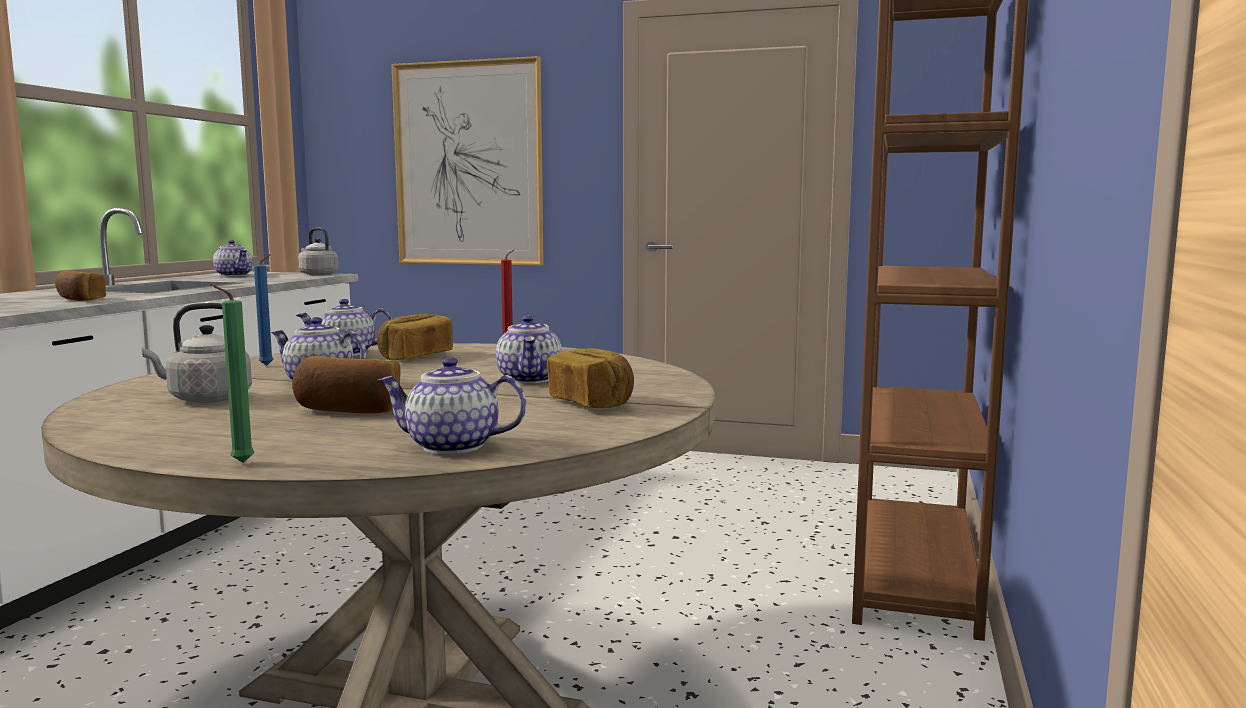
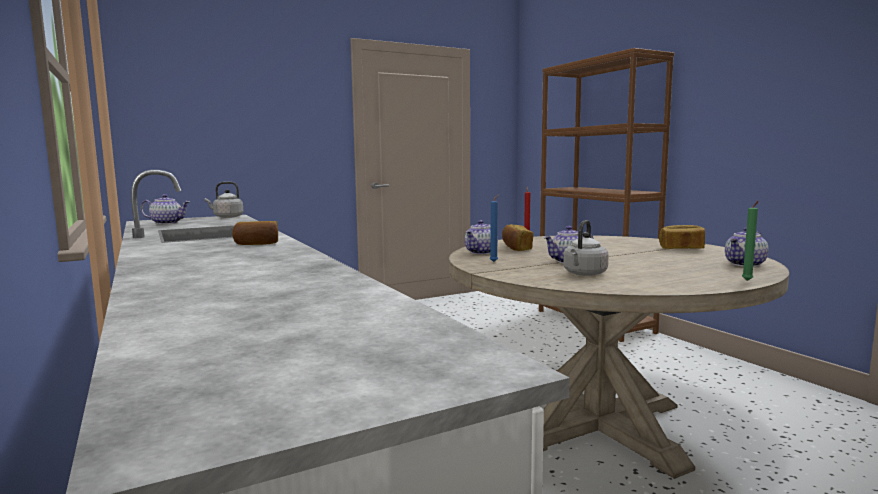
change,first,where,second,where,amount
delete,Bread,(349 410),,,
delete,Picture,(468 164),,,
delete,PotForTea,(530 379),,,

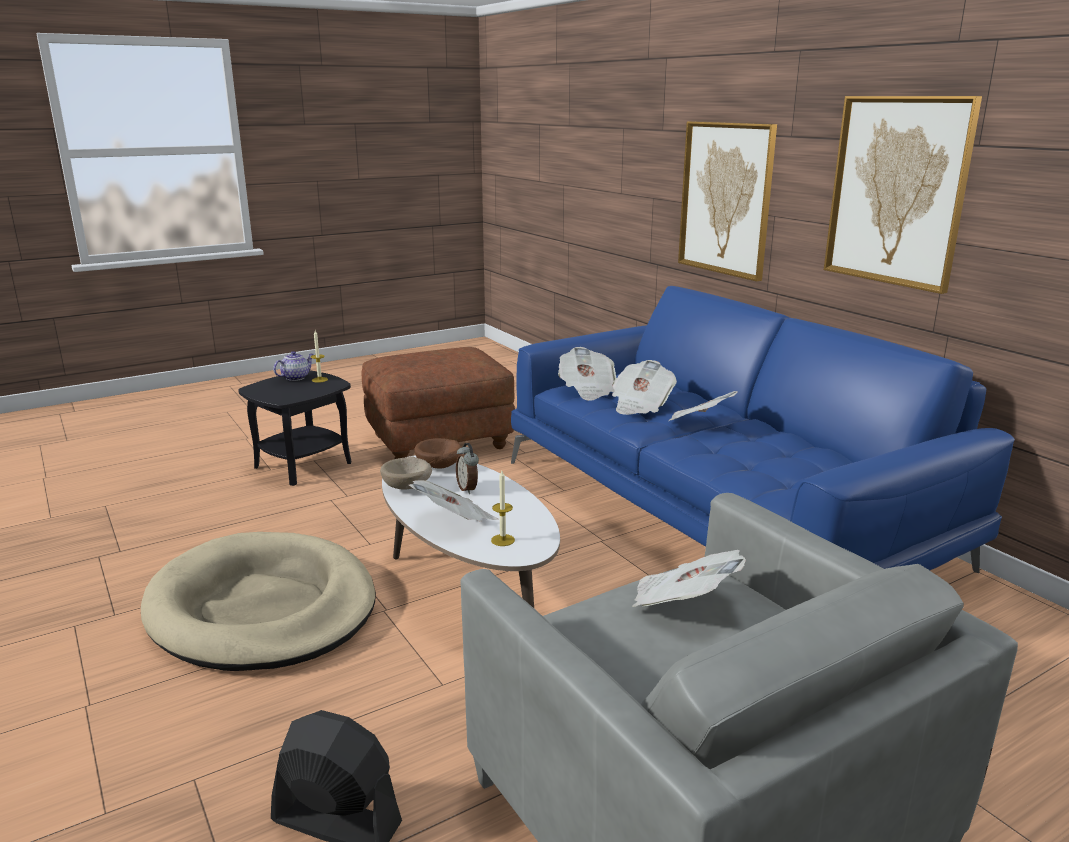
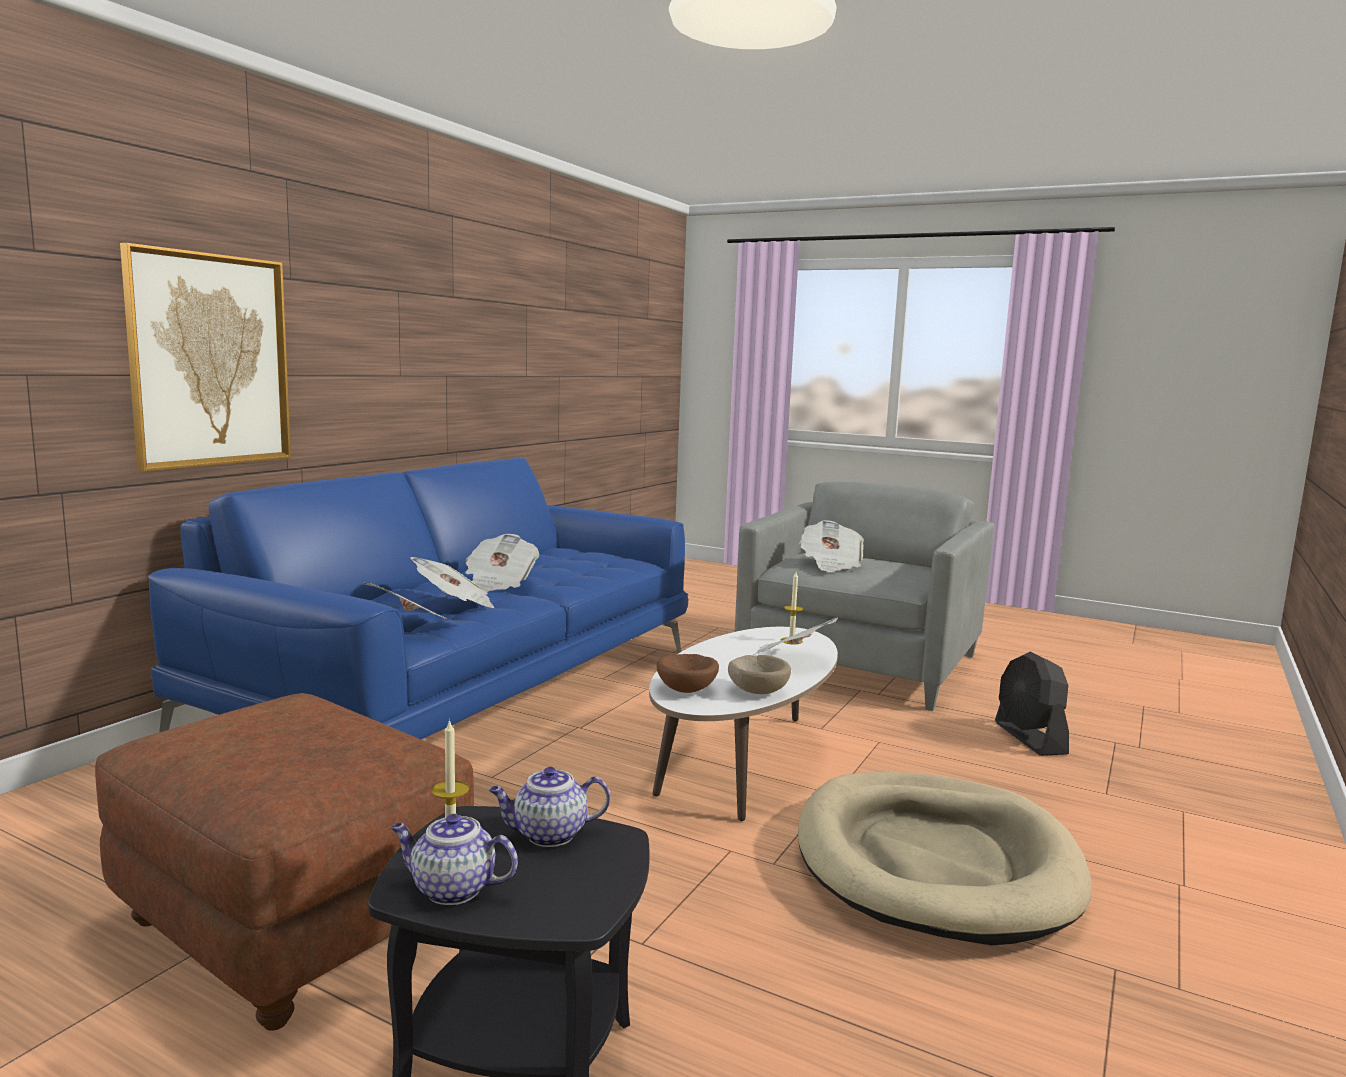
change,first,where,second,where,amount
insert,,,PotForTea,(548 835),
delete,AlarmClock,(468 489),,,
delete,Picture,(897 191),,,

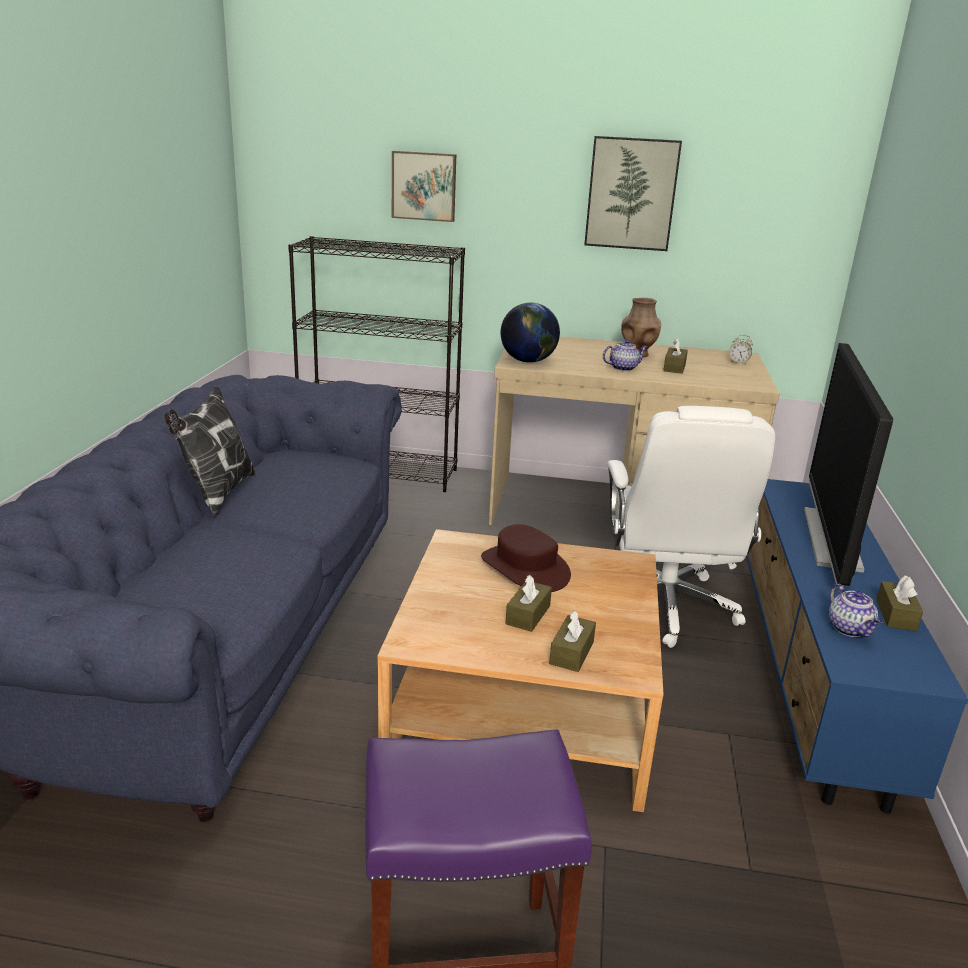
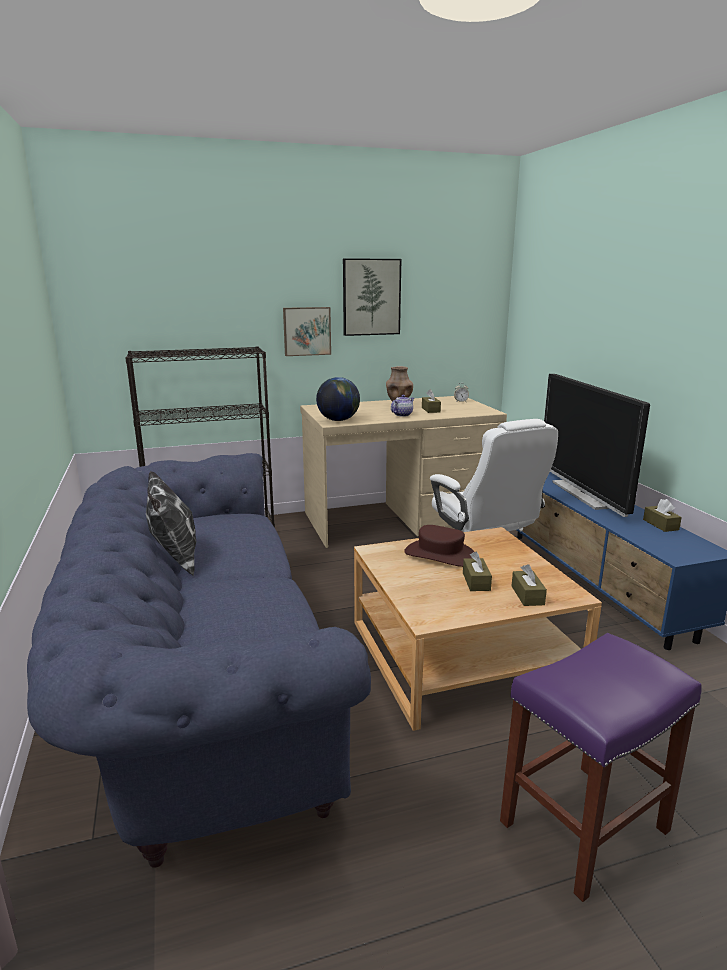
change,first,where,second,where,amount
move,Picture,(424 186),,(306 331),
delete,PotForTea,(850 629),,,

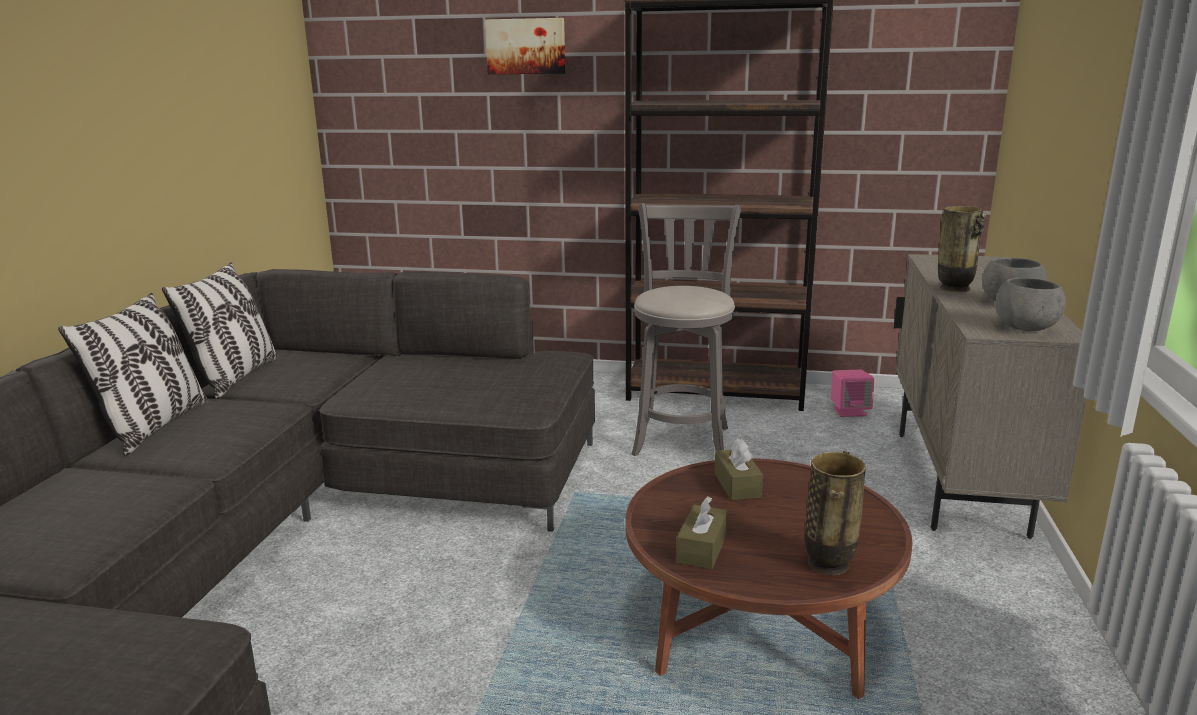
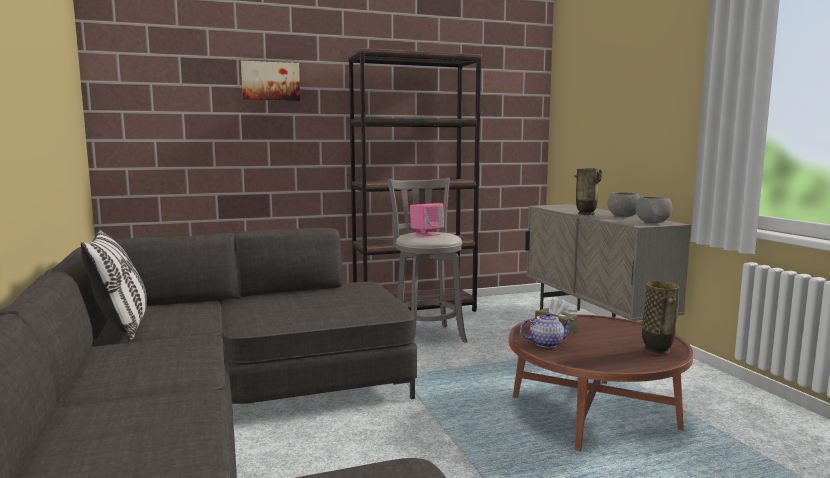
change,first,where,second,where,amount
move,PinkAudioSpeaker,(849 411),,(426 234),
insert,,,PotForTea,(546 343),
delete,ThrowPillow,(154 427),,,
delete,BrownColouredTissueHolder,(702 548),,,

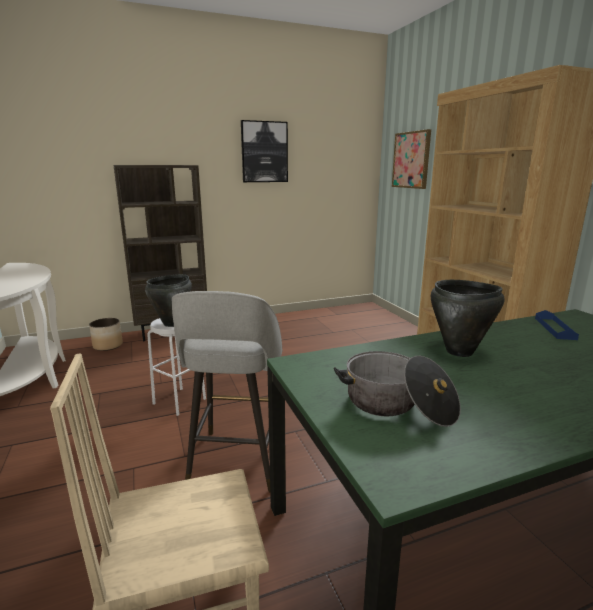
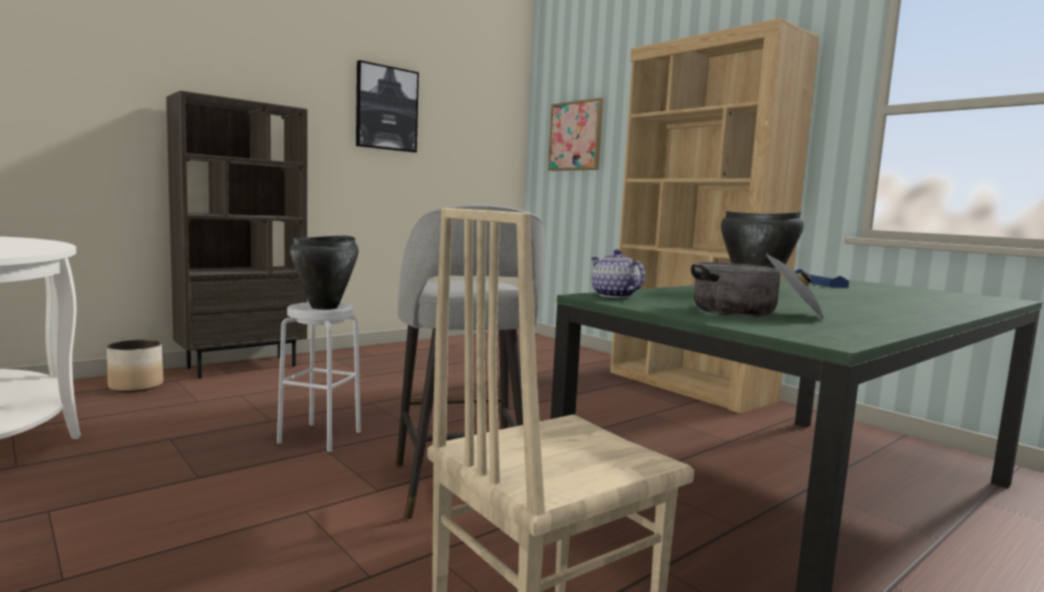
change,first,where,second,where,amount
insert,,,PotForTea,(612 296),

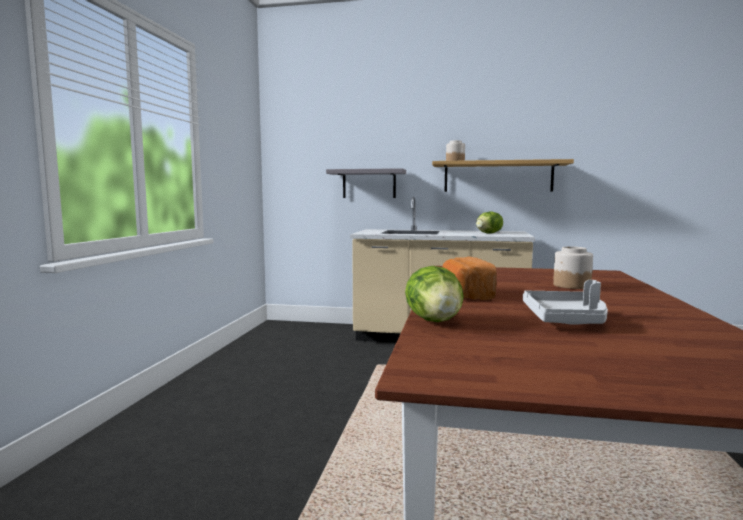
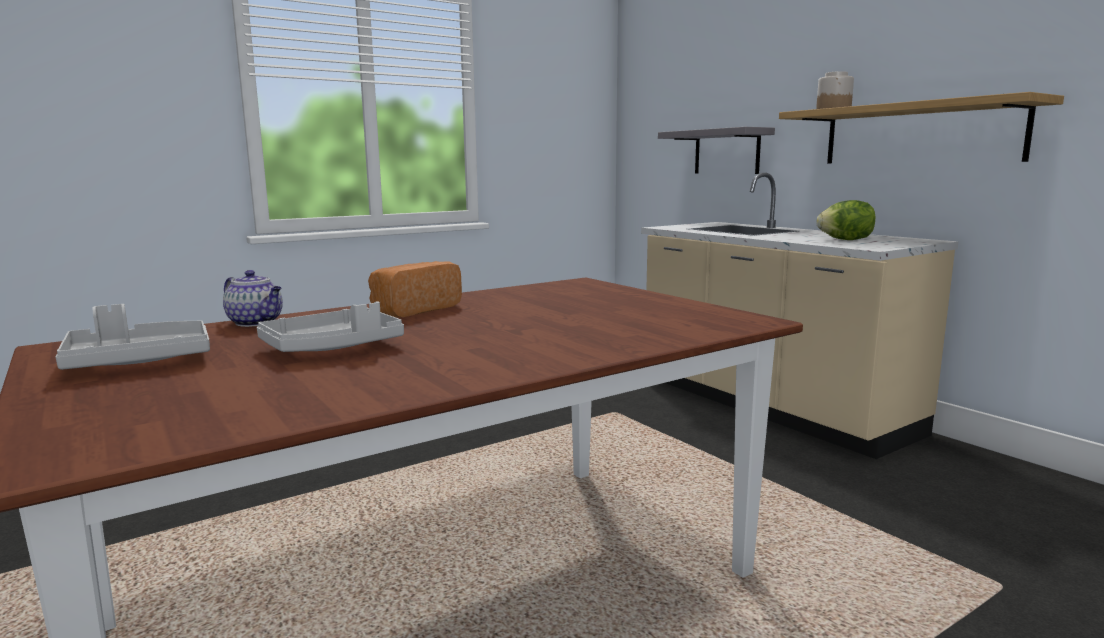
change,first,where,second,where,amount
insert,,,GreyishCarryingTray,(139 361),
replace,Lettuce,(435 321),PotForTea,(256 322),
delete,PreserveJar,(571 285),,,

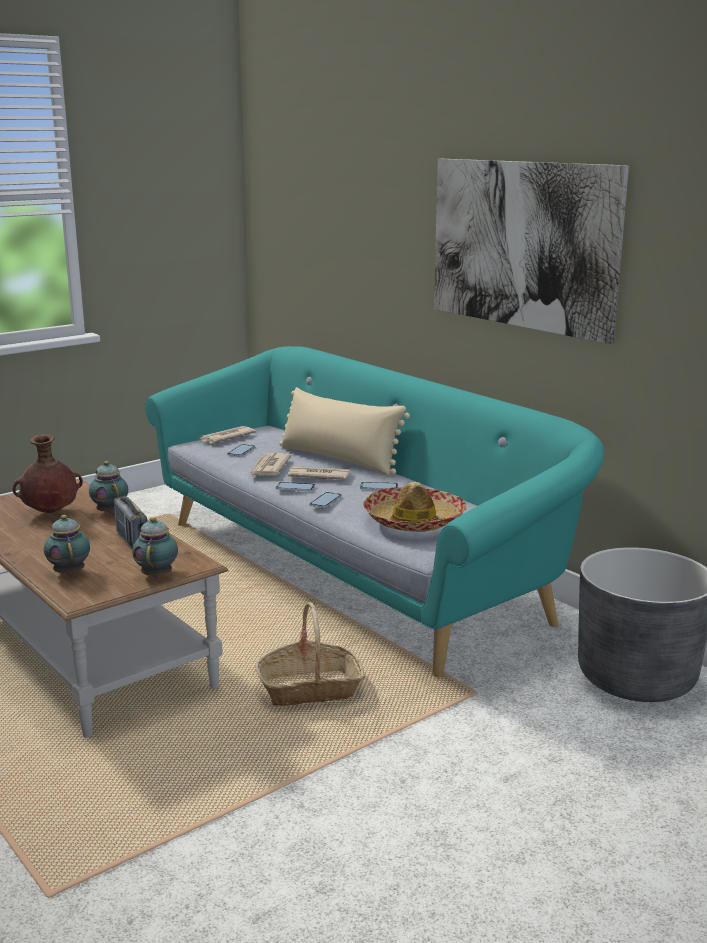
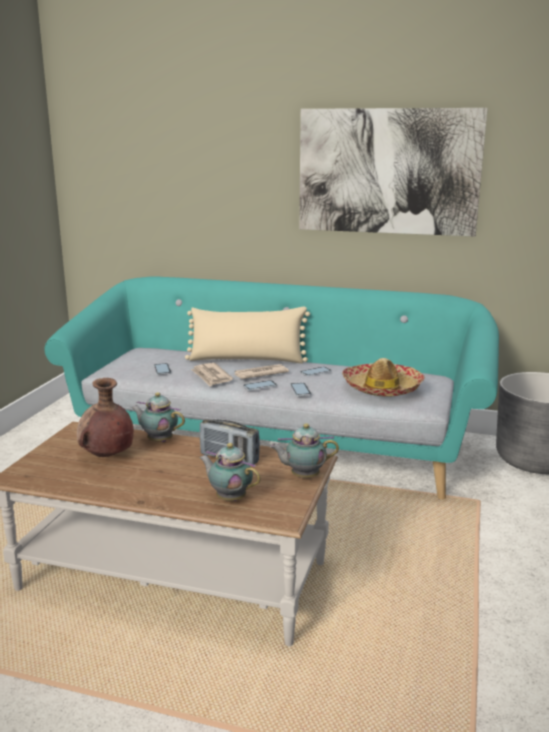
change,first,where,second,where,amount
rotate,PotForTea,(157 574),,(303 476),60 degrees counterclockwise
delete,PrintedPaper,(226 437),,,
delete,Basket,(310 689),,,

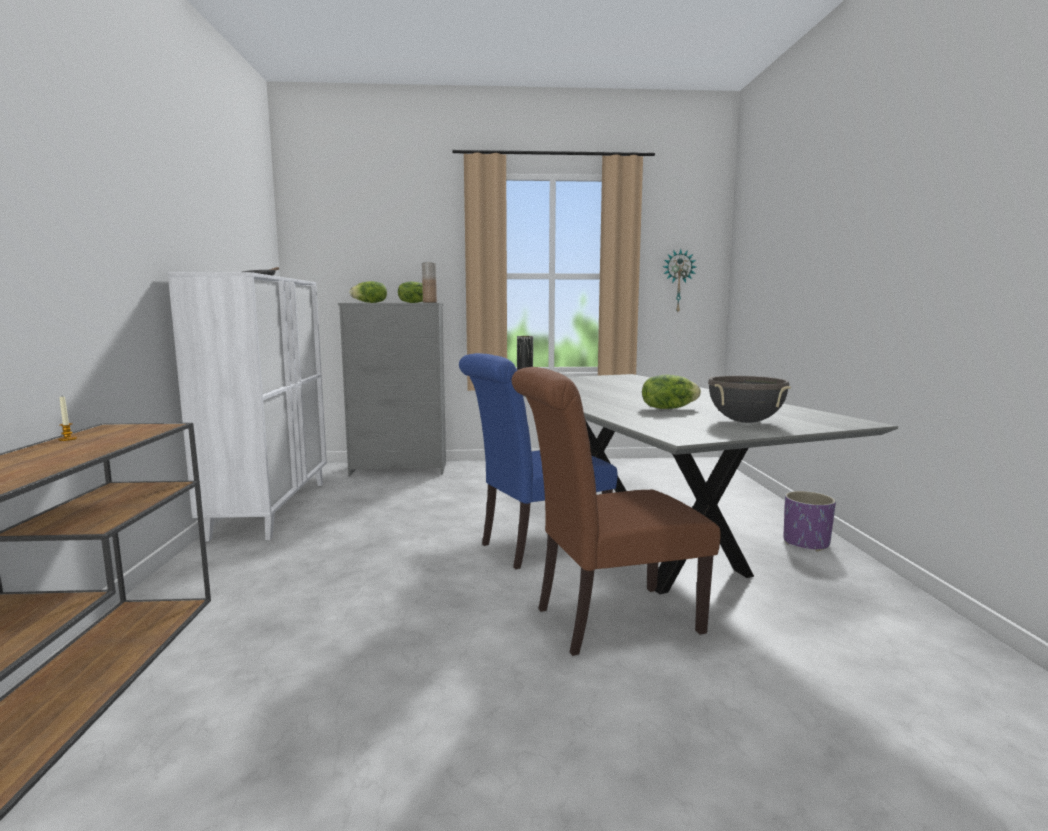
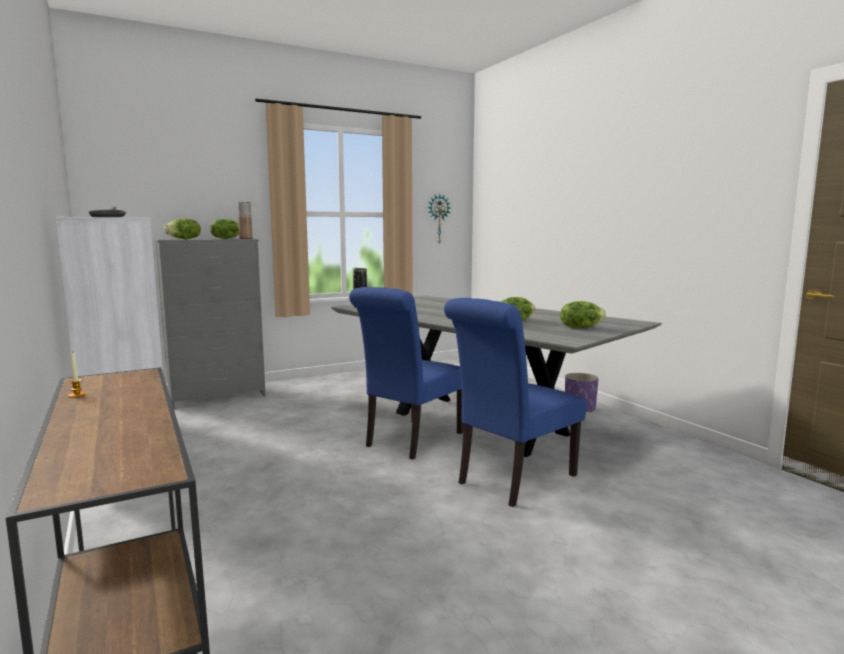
change,first,where,second,where,amount
recolor,BrownColouredPlainChair,(607 621),BluePlainChair,(511 480),
replace,BlackColouredStockpot,(745 422),Lettuce,(580 327),

